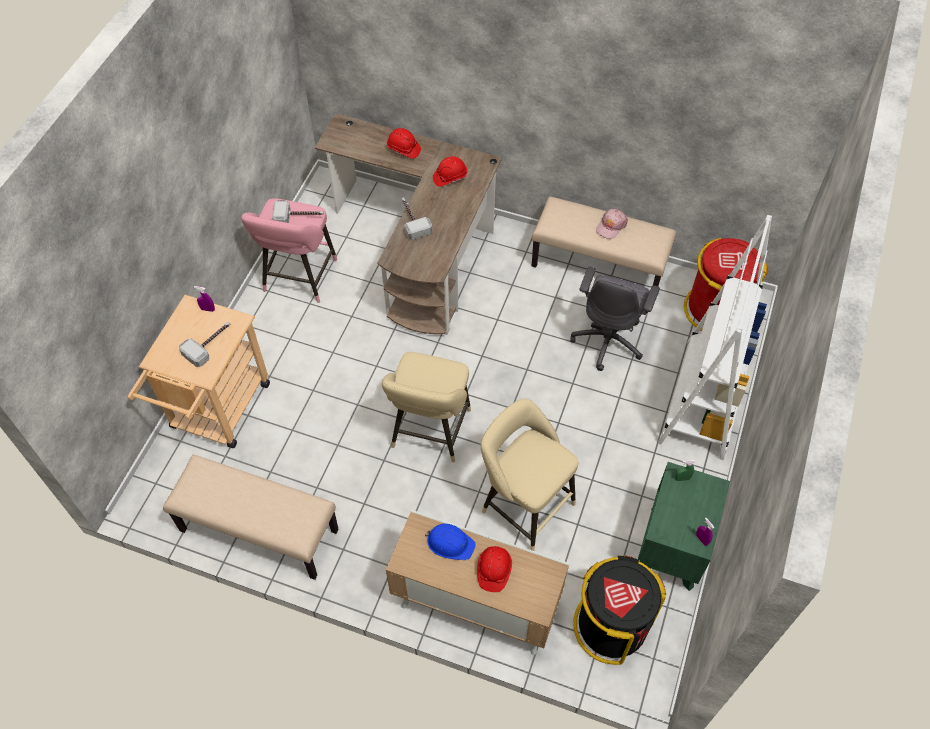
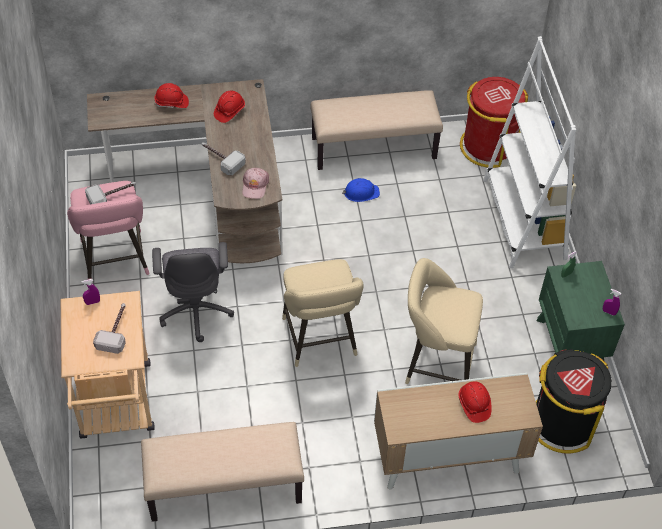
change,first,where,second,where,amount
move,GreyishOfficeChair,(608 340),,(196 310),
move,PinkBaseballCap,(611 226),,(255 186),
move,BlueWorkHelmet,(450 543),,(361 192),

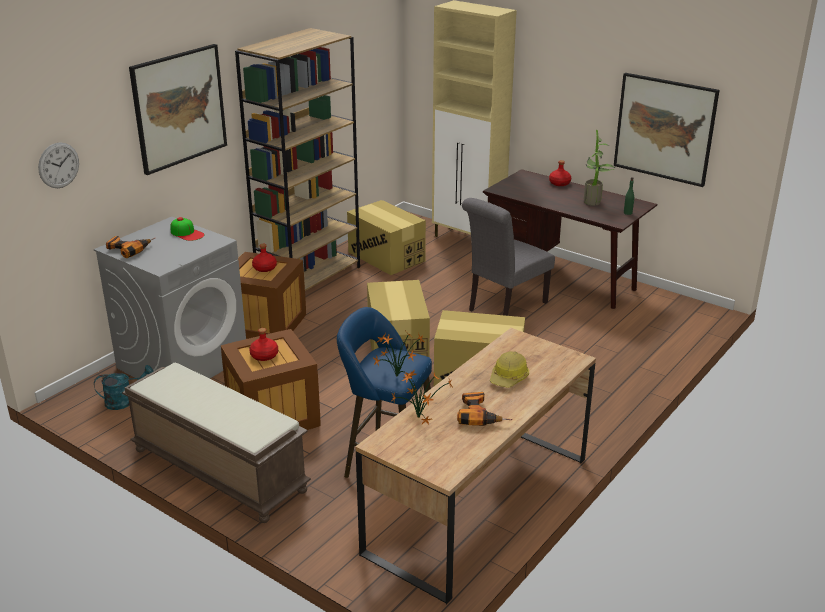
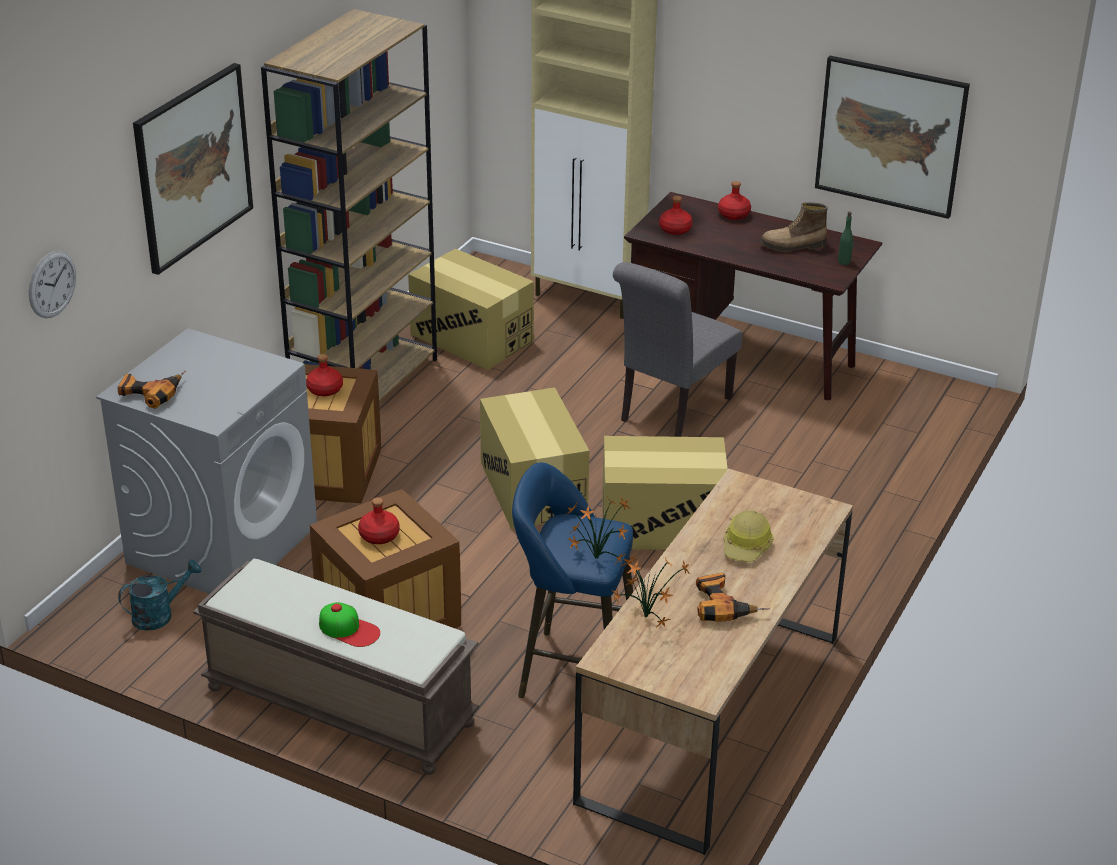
change,first,where,second,where,amount
move,BaseballCap,(187 233),,(349 629),
insert,,,ReddishDrinkBottle,(675 230),
replace,PlantInAPot,(594 202),TallBoot,(793 246),

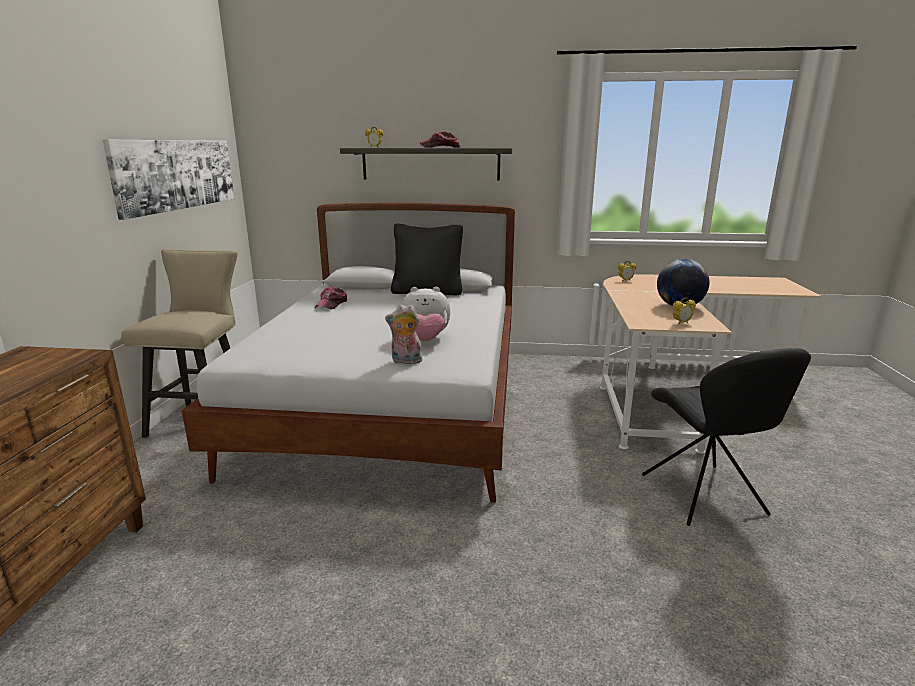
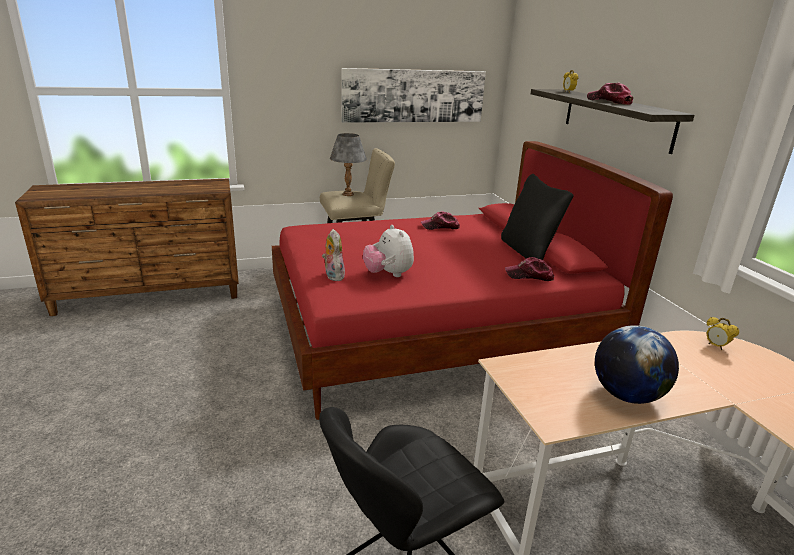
change,first,where,second,where,amount
recolor,WhitishBed,(392 406),ReddishBed,(435 333),
insert,,,GreyishTableLamp,(348 194),
insert,,,BaseballCap,(529 276),
delete,AlarmClock,(681 323),,,

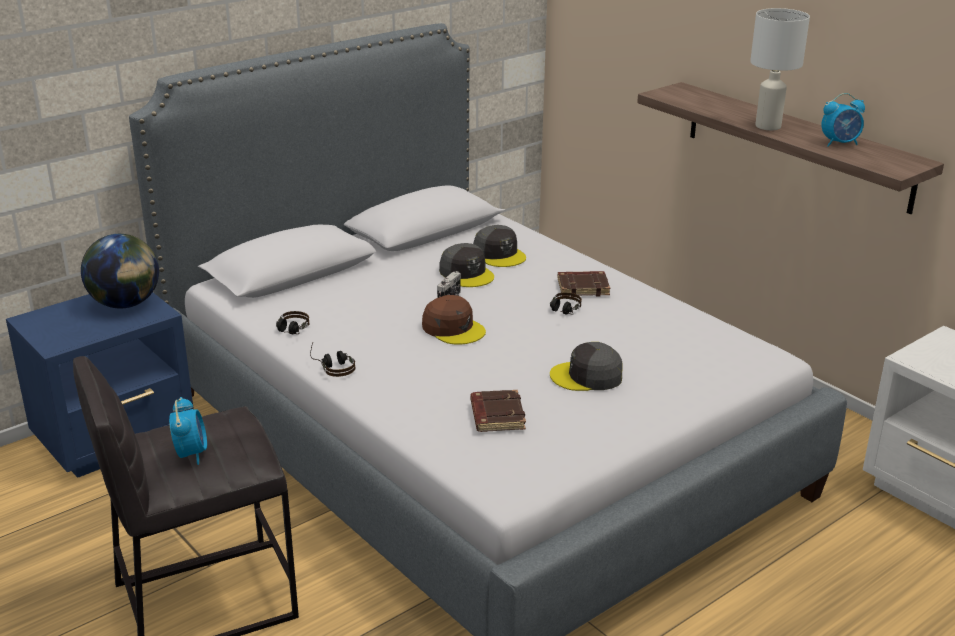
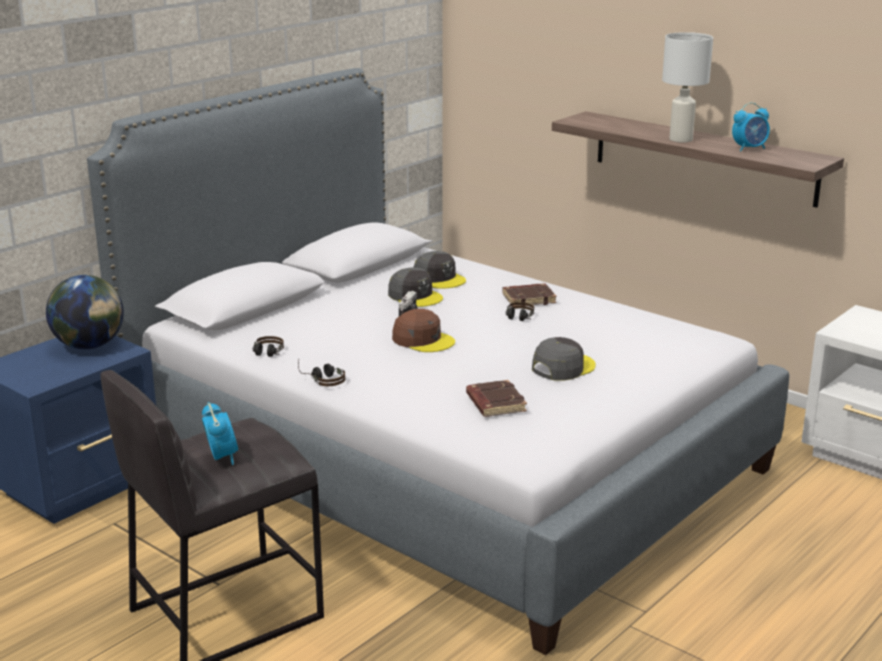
change,first,where,second,where,amount
rotate,GreyishBaseballCap,(587 376),,(563 367),150 degrees clockwise

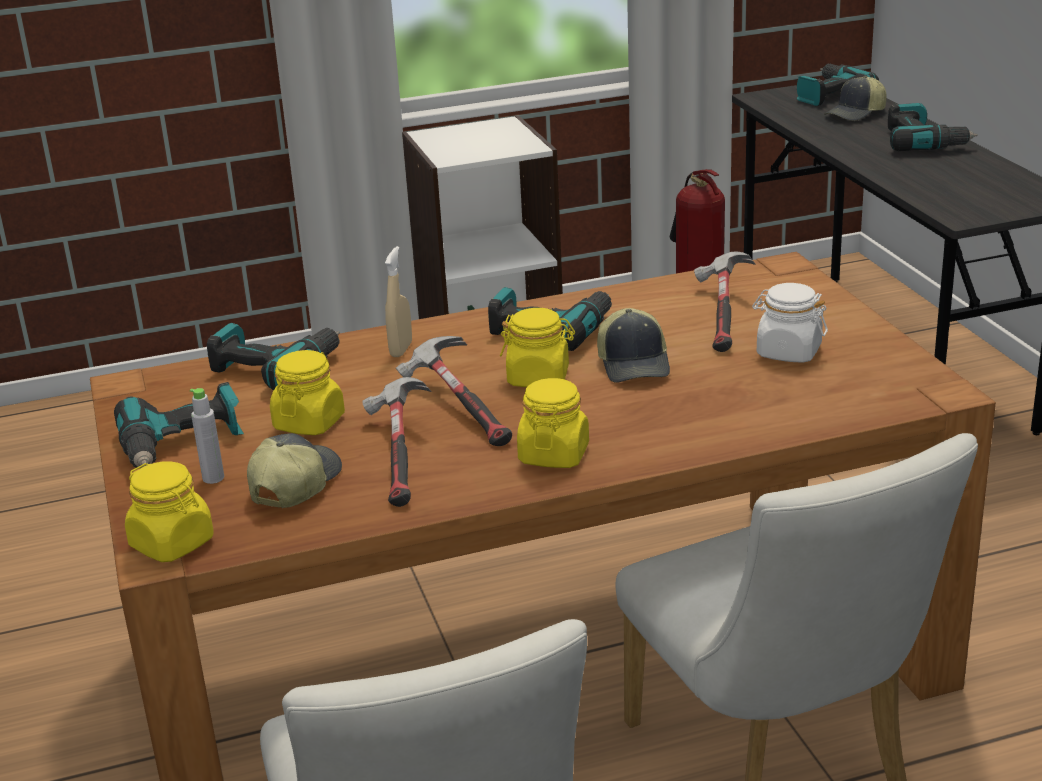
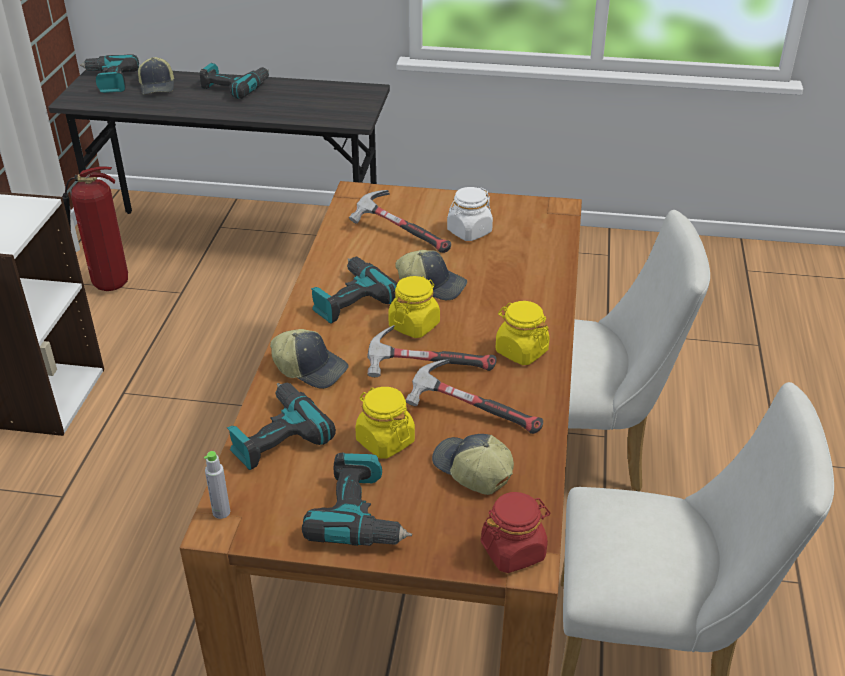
change,first,where,second,where,amount
move,GreyishDrinkBottle,(213 478),,(221 512),
replace,SandColouredHandSprayer,(401 349),BaseballCap,(310 368),
recolor,YellowishPreserveJar,(173 544),ReddishPreserveJar,(513 551),

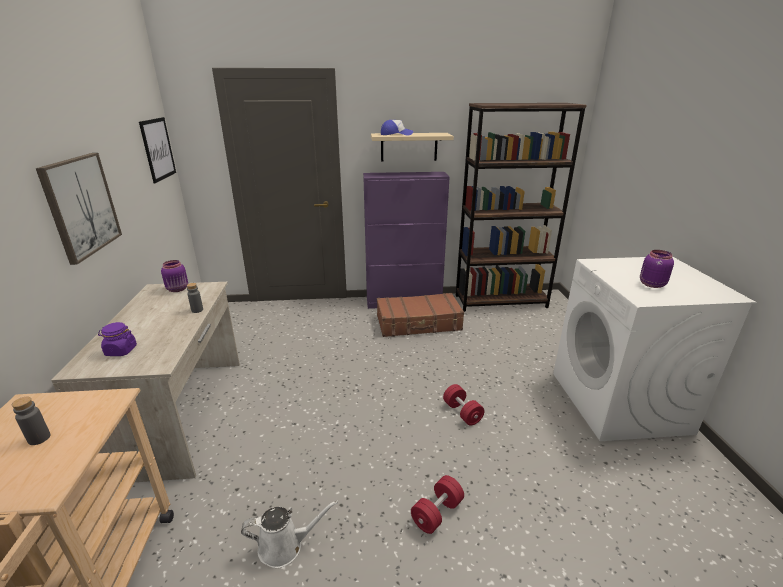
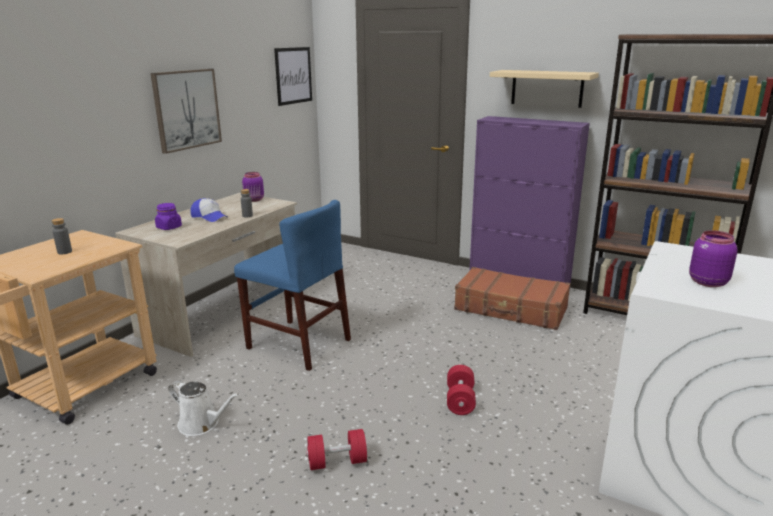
change,first,where,second,where,amount
move,BaseballCap,(396 134),,(209 217),
insert,,,BluePlainChair,(298 344),

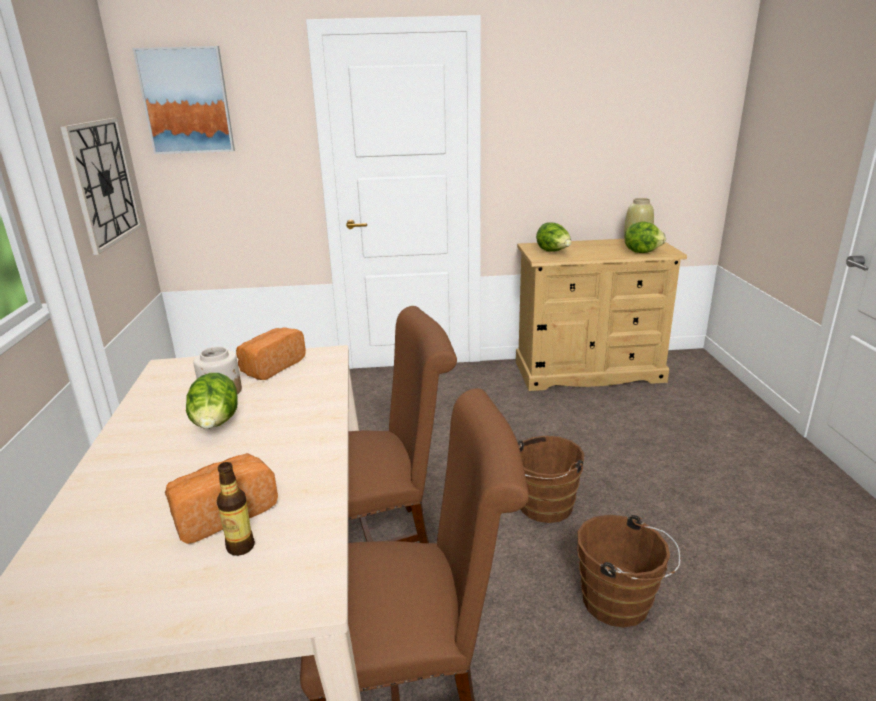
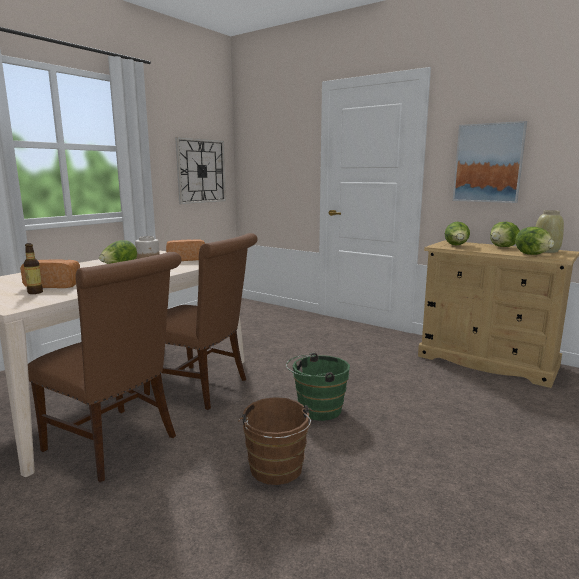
change,first,where,second,where,amount
recolor,BrownColouredPail,(542 508),GreenishPail,(316 410),
move,Picture,(186 101),,(488 163),
insert,,,Lettuce,(503 247),

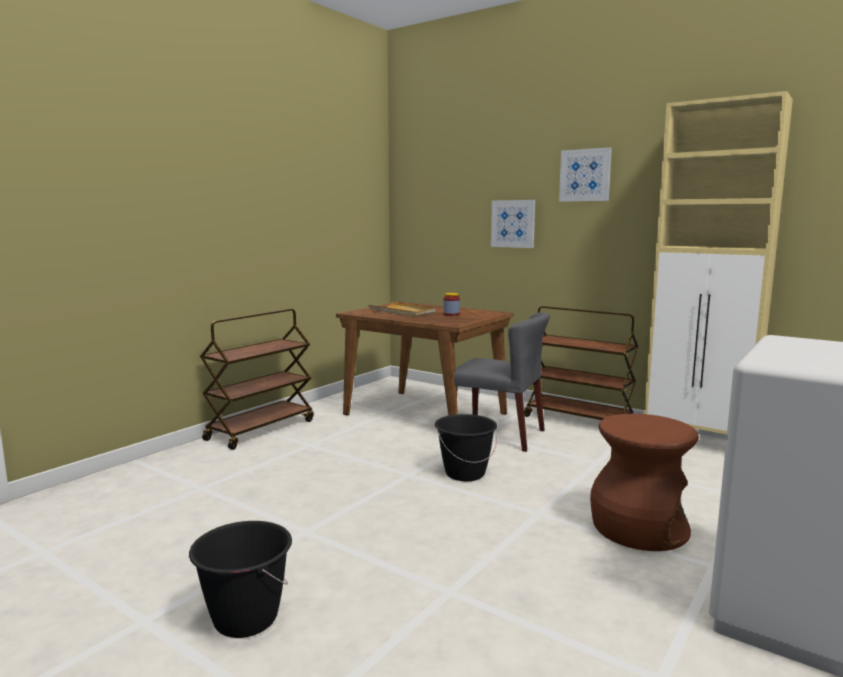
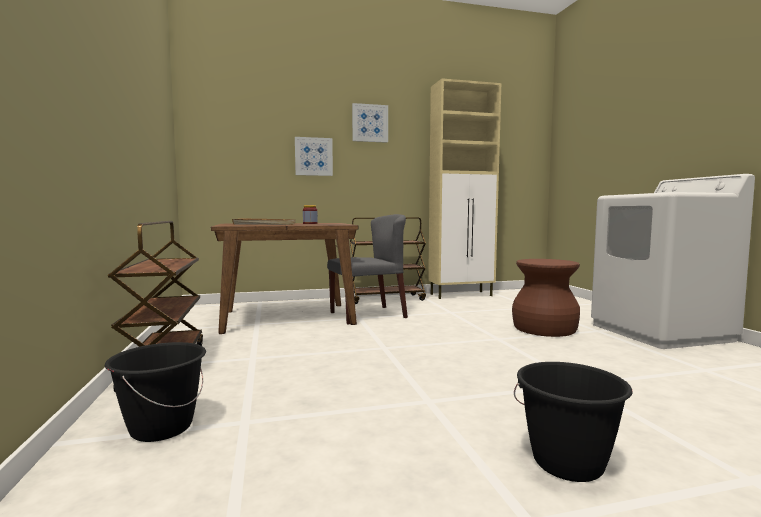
change,first,where,second,where,amount
move,BlackColouredPail,(465 473),,(161 428),

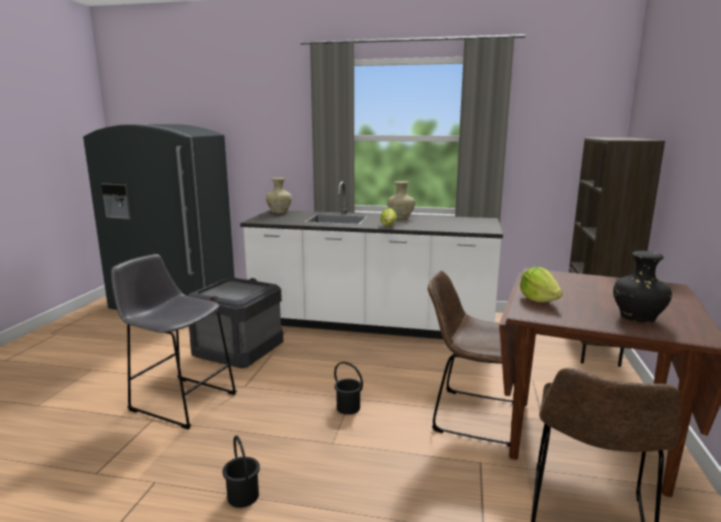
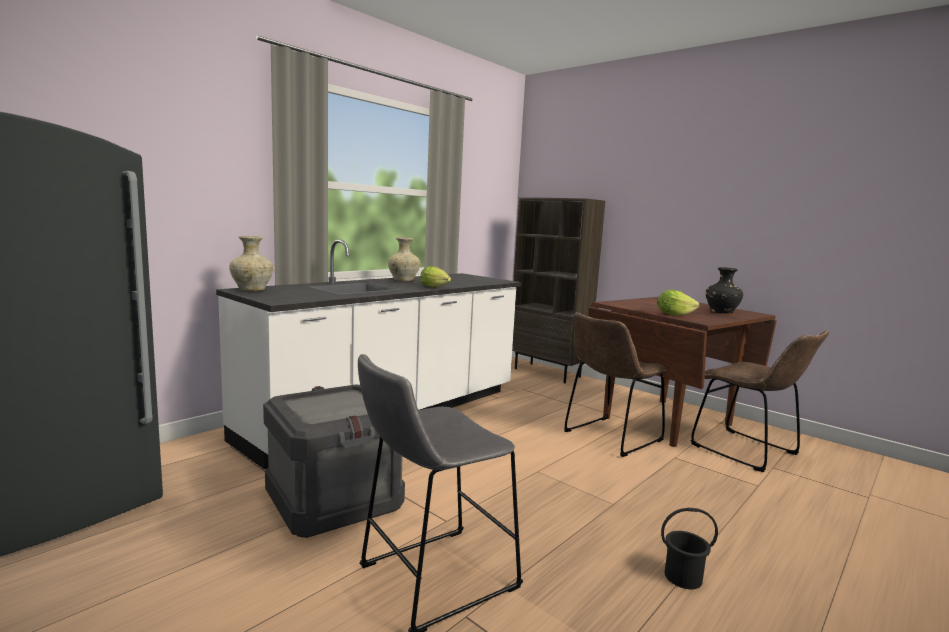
change,first,where,second,where,amount
delete,BlackColouredPail,(348 408),,,

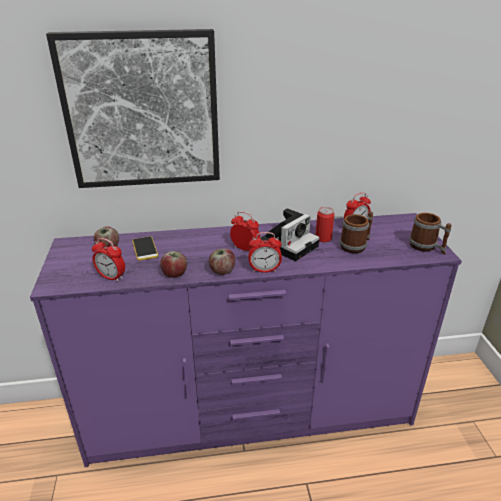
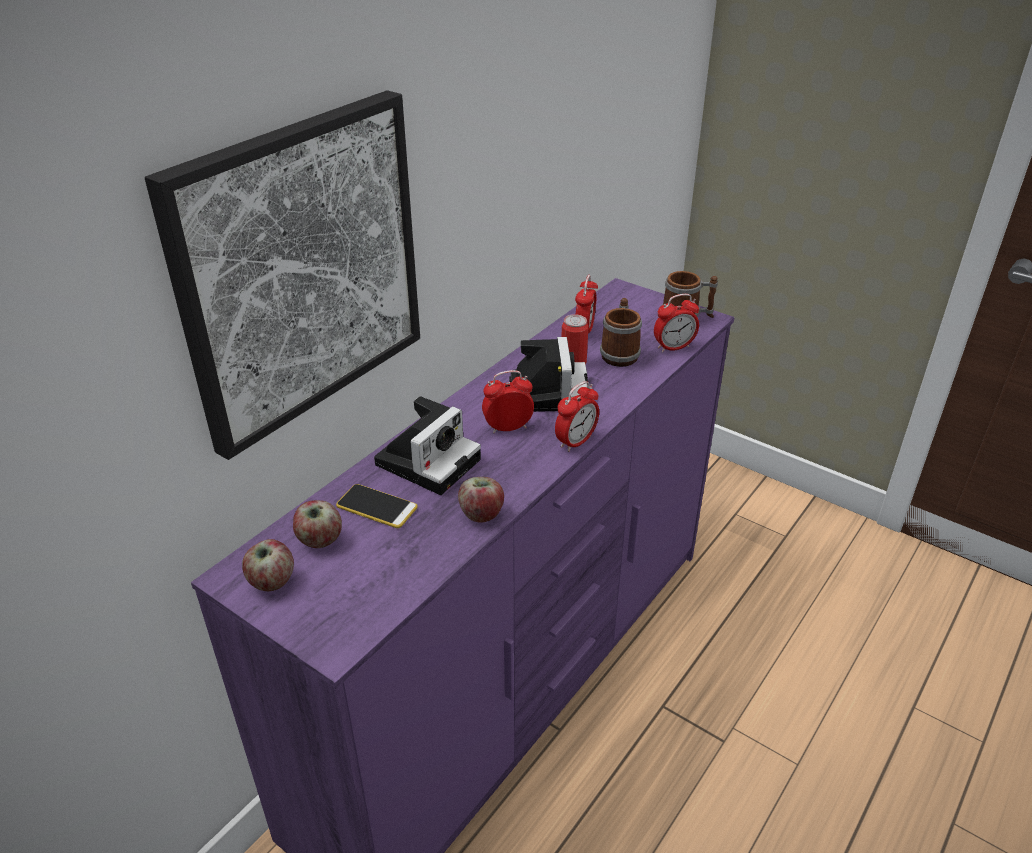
change,first,where,second,where,amount
move,WholeApple,(222 271),,(271 581),
insert,,,StillCamera,(429 459),
move,AlarmClock,(111 277),,(673 347),

